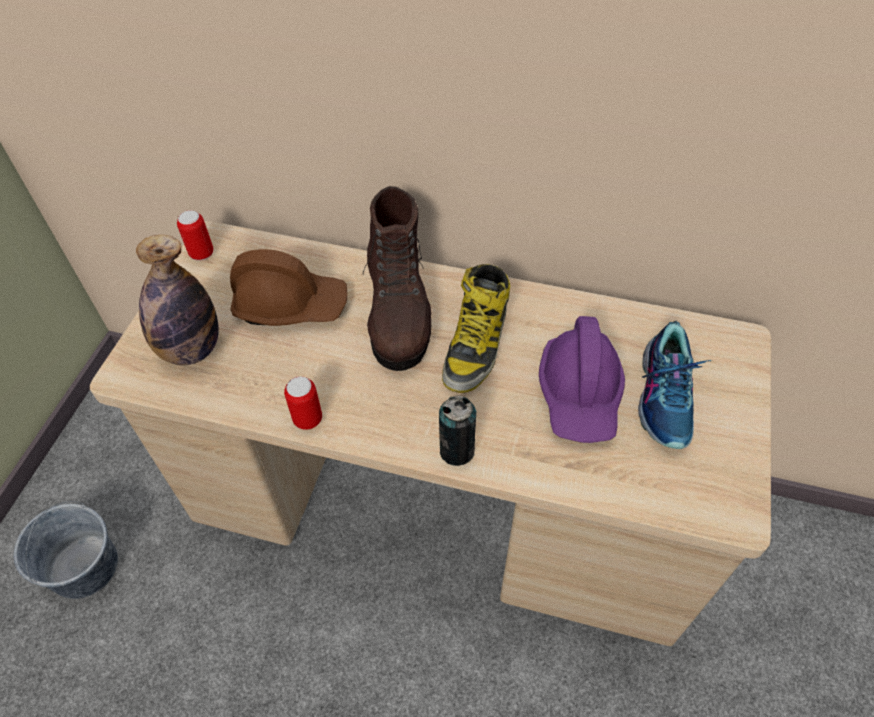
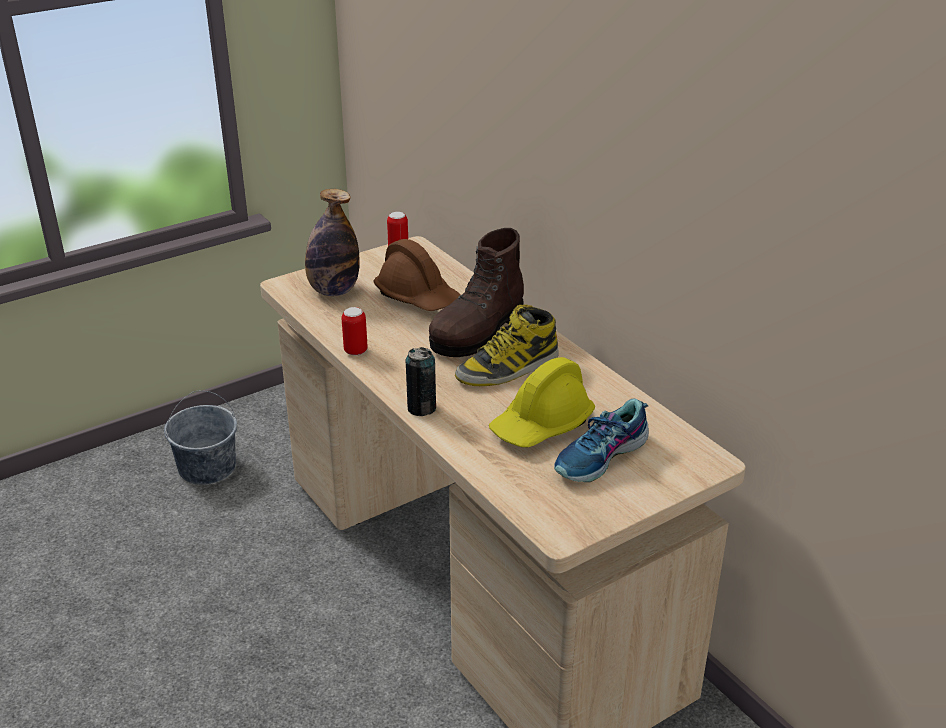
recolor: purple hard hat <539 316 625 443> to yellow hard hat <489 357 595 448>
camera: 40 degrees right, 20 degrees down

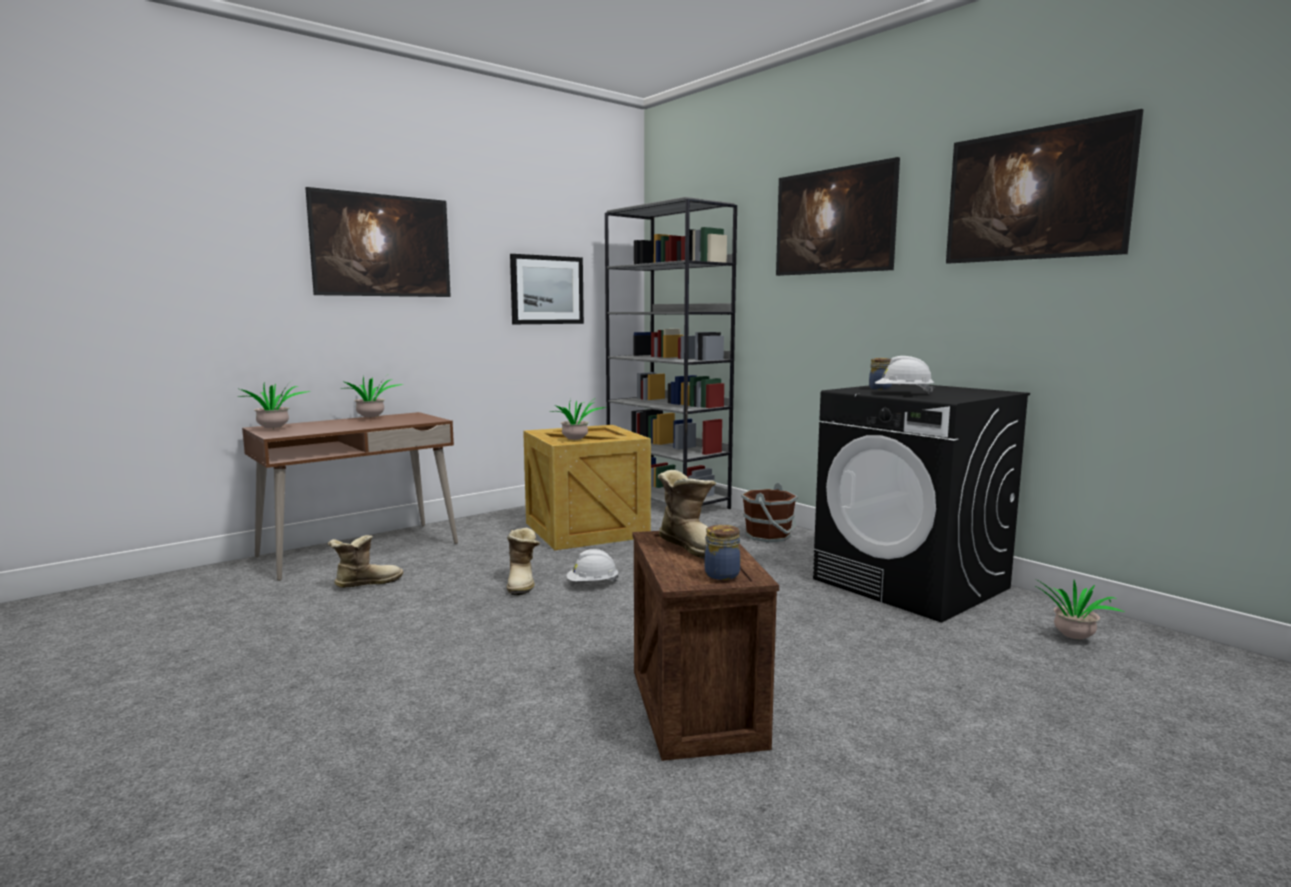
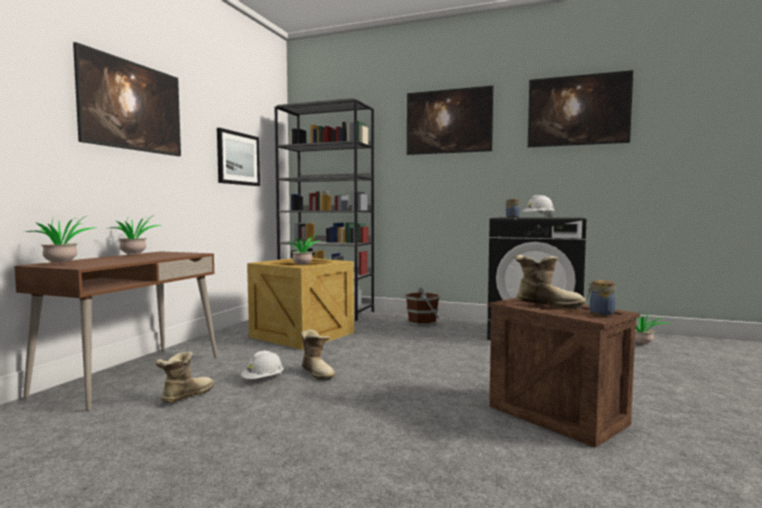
move: white hard hat <567 549 619 582> to <241 351 284 379>
camera: 30 degrees left, 5 degrees down

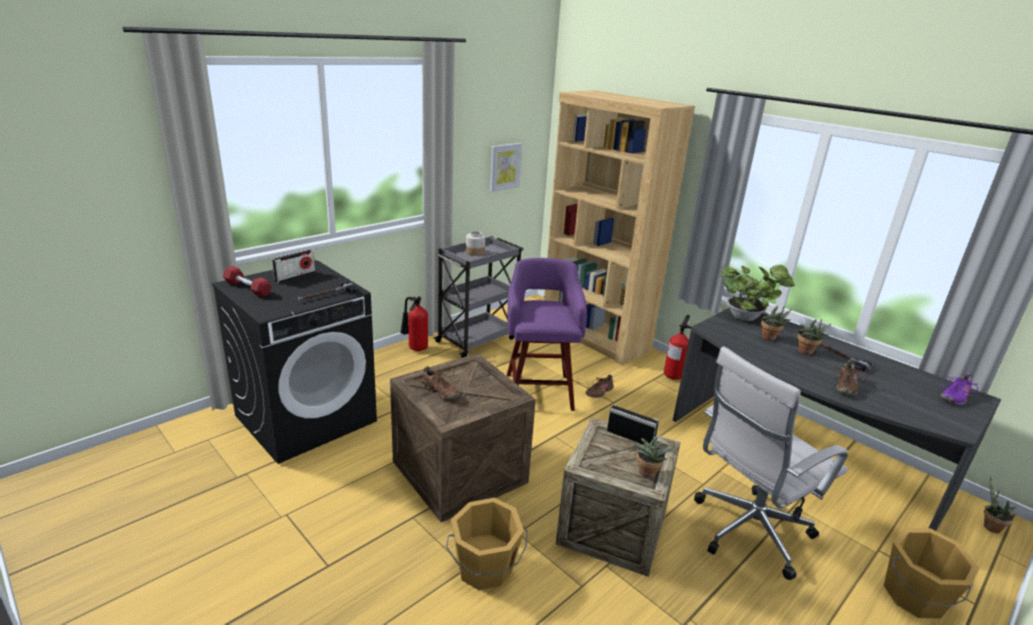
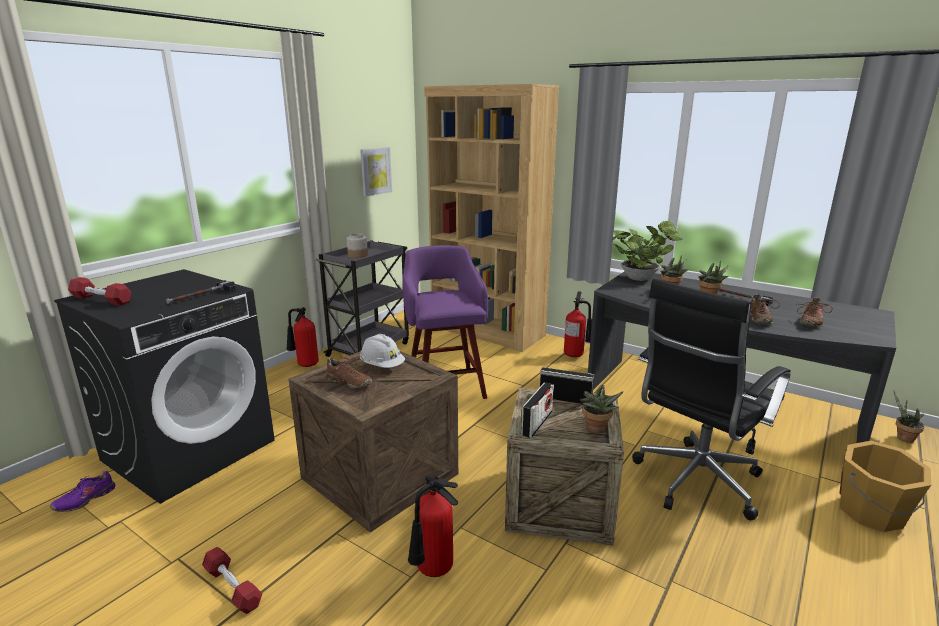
insert: red dumbbell <202 547 262 614>; white hard hat <360 334 405 368>
move: radio <272 250 316 283> to <521 383 554 438>; brown shoe <585 375 616 398> to <796 298 833 327>; purple shoe <941 373 979 405> to <50 470 115 512>
replace: orange bucket <446 498 528 590> to fire extinguisher <408 475 458 577>
recolor: white office chair <694 346 848 580> to black office chair <632 279 791 520>
camera: 10 degrees left, 5 degrees down

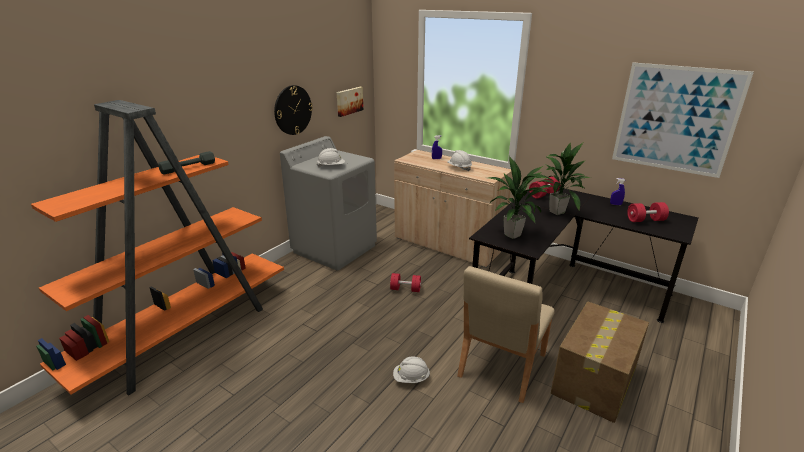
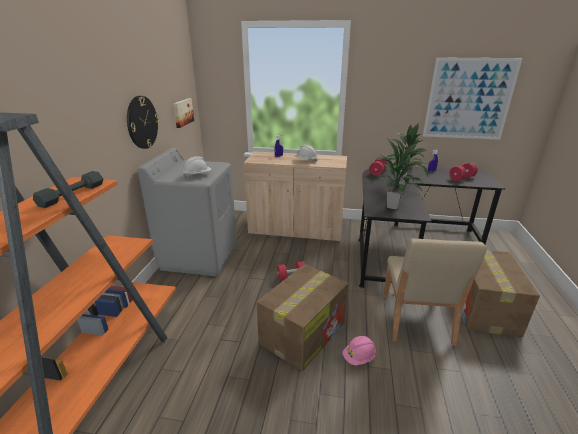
insert: cardboard box <256 264 348 371>
recolor: white hard hat <393 356 430 383> to pink hard hat <343 336 376 365>
camera: 25 degrees left, 0 degrees up

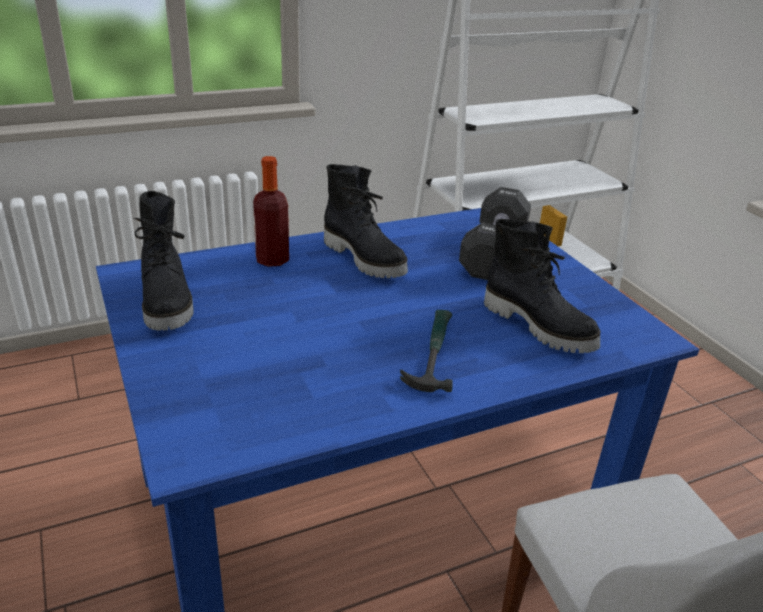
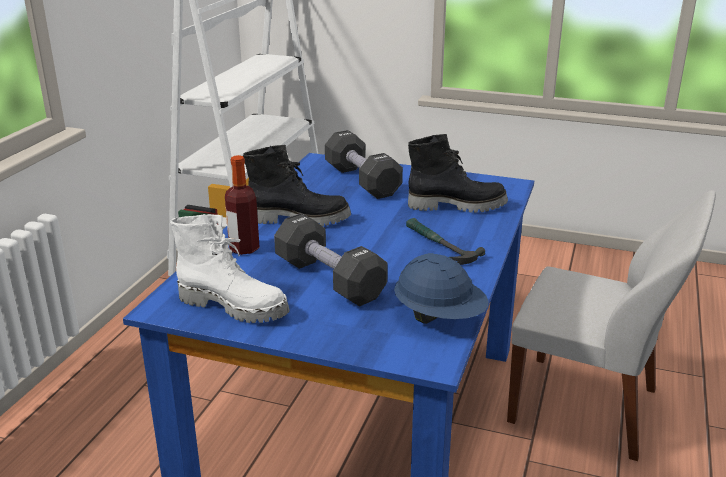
insert: black dumbbell <274 213 388 306>; blue hard hat <394 253 489 324>
recolor: black boot <134 191 194 331> to white boot <170 214 290 323>
camera: 45 degrees left, 5 degrees down

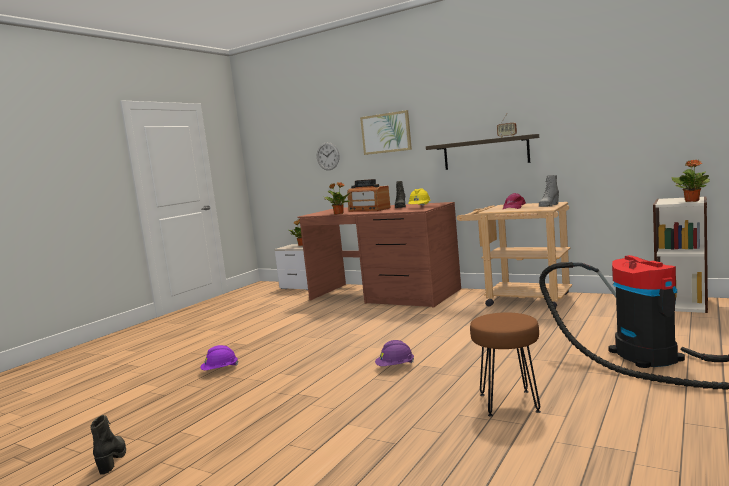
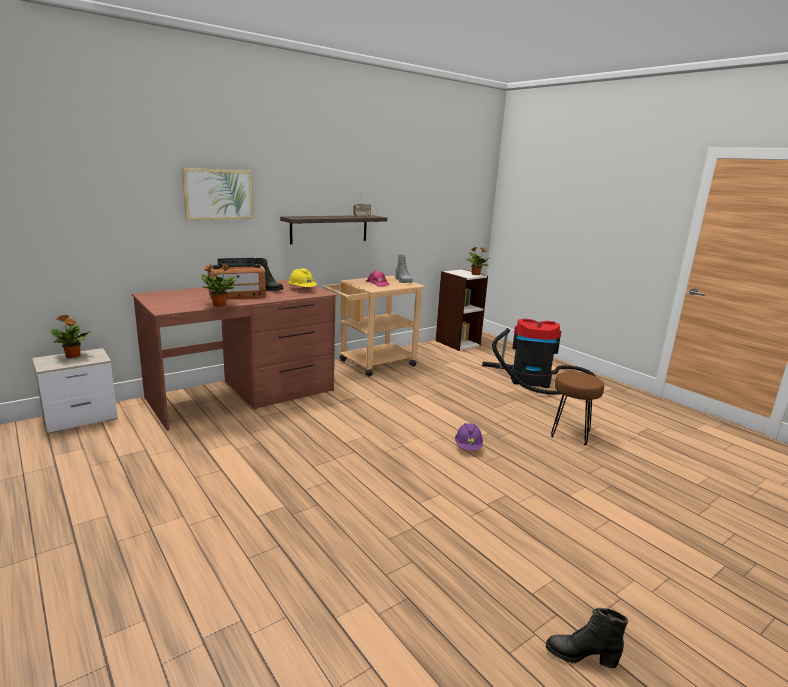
delete: purple hard hat <200 345 238 370>; wall clock <317 142 340 170>
camera: 70 degrees left, 10 degrees up

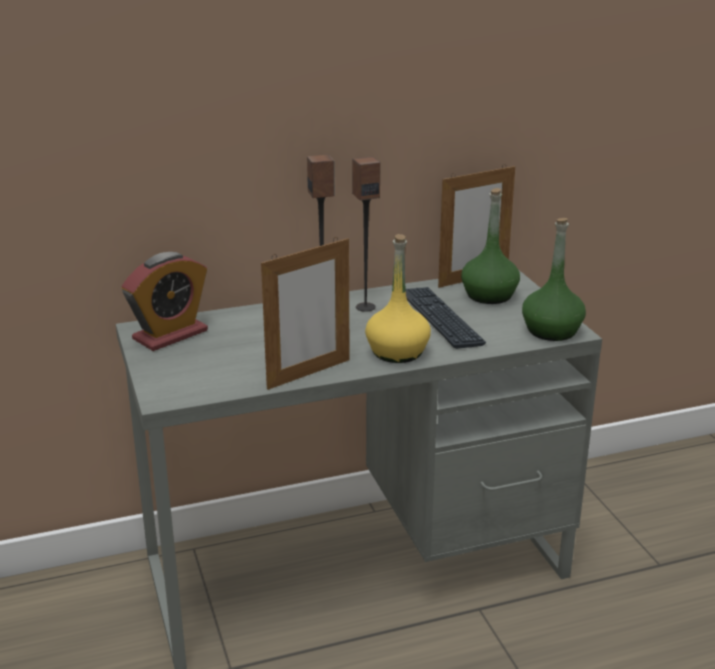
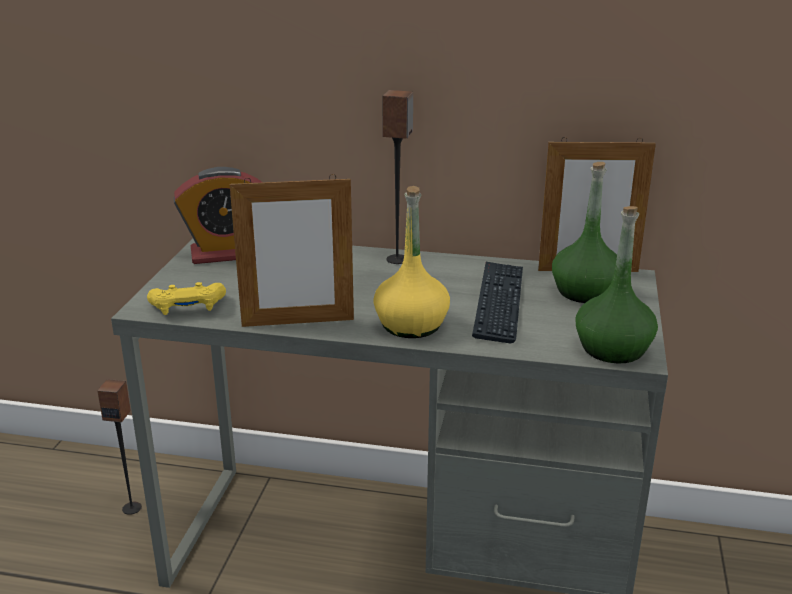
insert: yellow game controller <147 282 226 315>
move: speaker <352 156 380 312> to <97 379 142 515>
camera: 30 degrees right, 0 degrees up

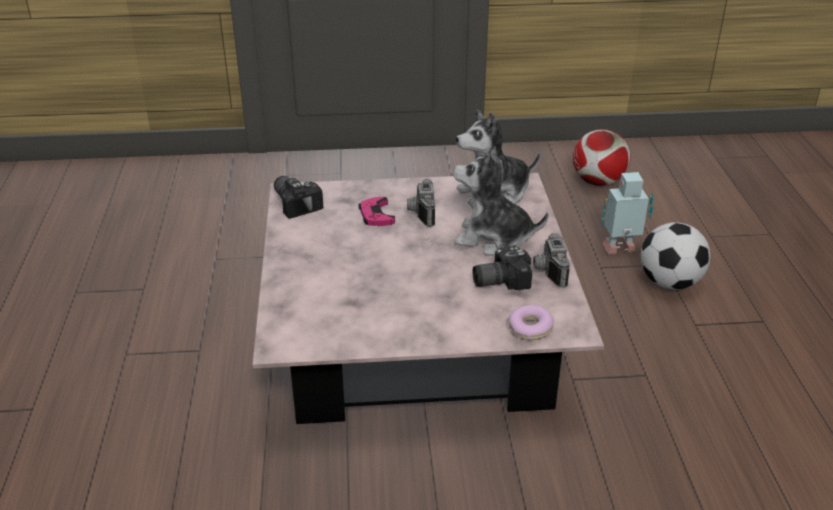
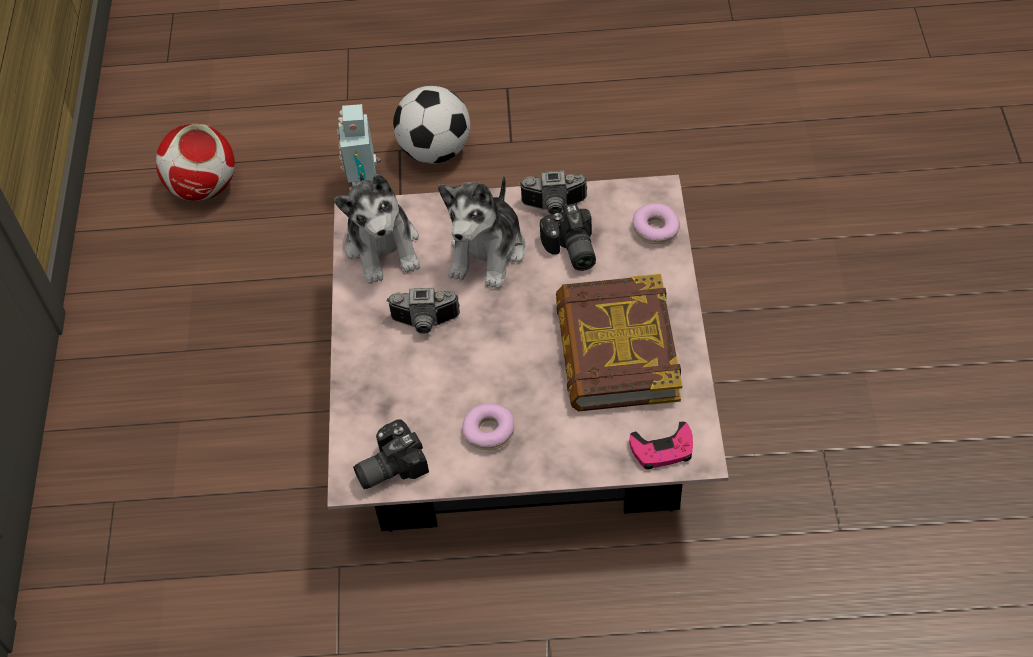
insert: donut <462 404 514 450>; book <556 274 682 412>
move: pink game controller <359 197 395 226> to <629 421 693 470>
camera: 85 degrees left, 20 degrees up

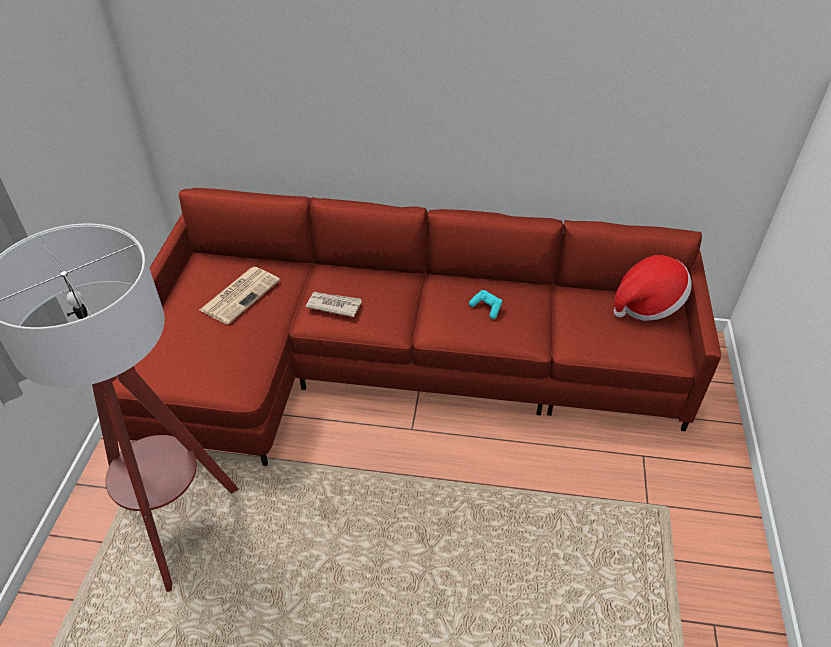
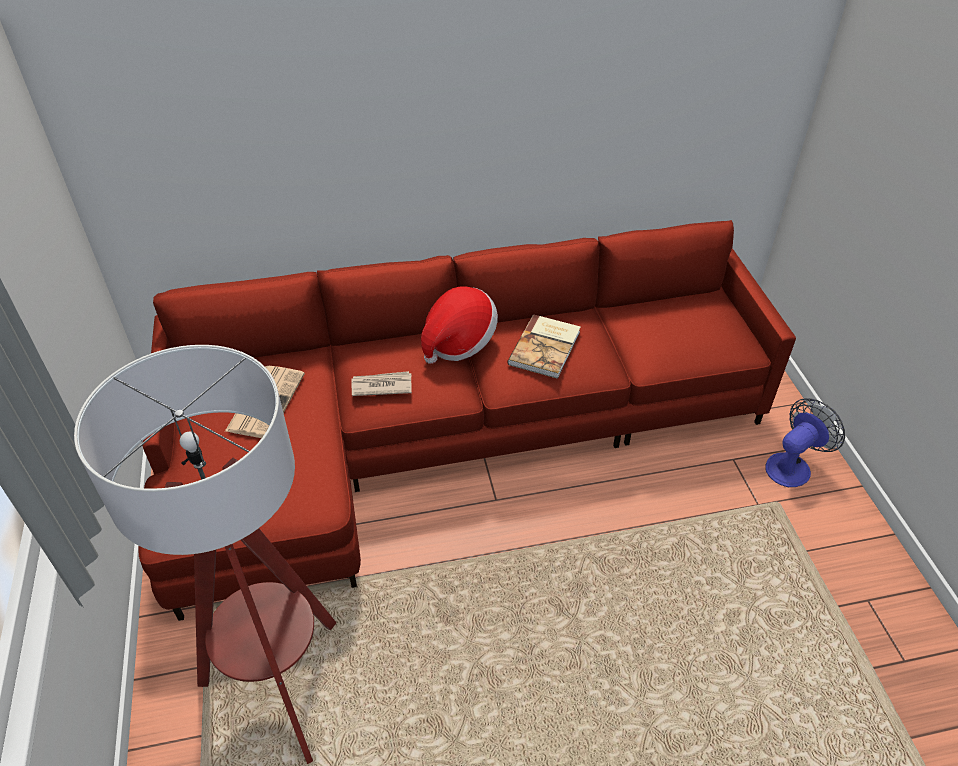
insert: fan <765 398 845 487>
move: hat <614 255 692 321> to <421 286 498 364>
replace: turquoise game controller <469 290 502 319> to book <507 315 580 379>
camera: 20 degrees left, 0 degrees up

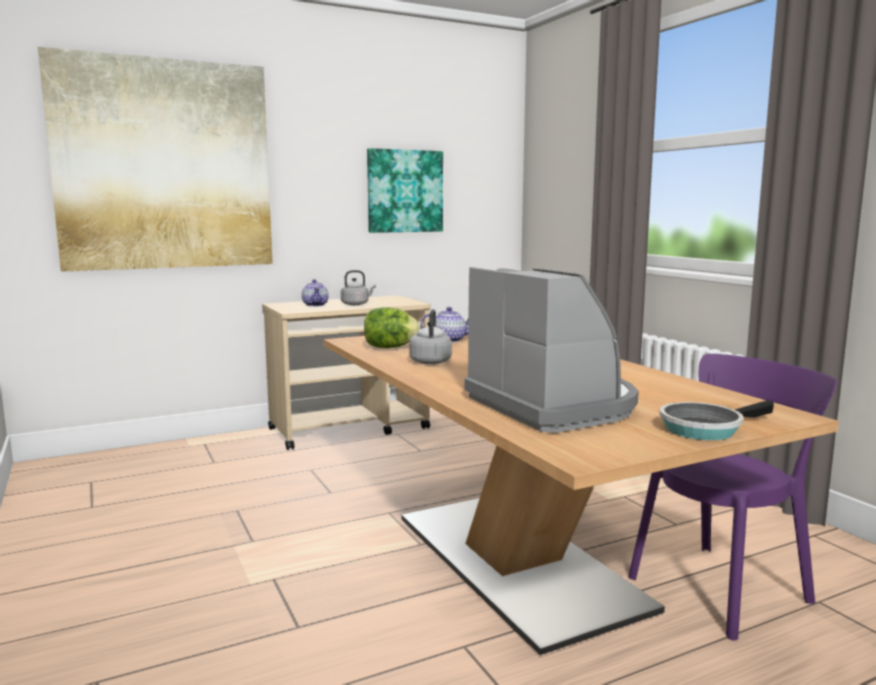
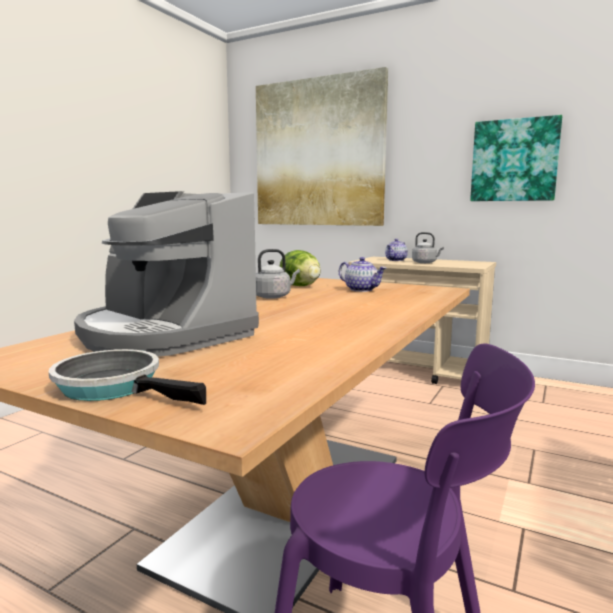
rotate: coffee machine <465 267 639 433> = <74 191 259 357> 105 degrees clockwise
camera: 55 degrees right, 0 degrees up

